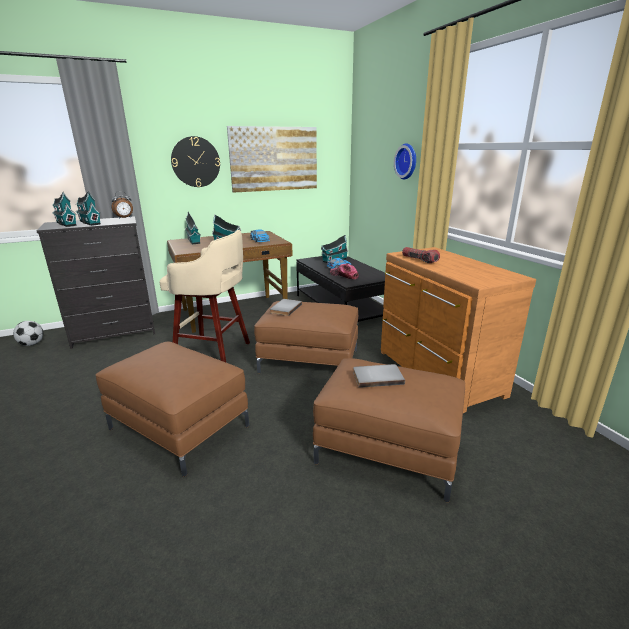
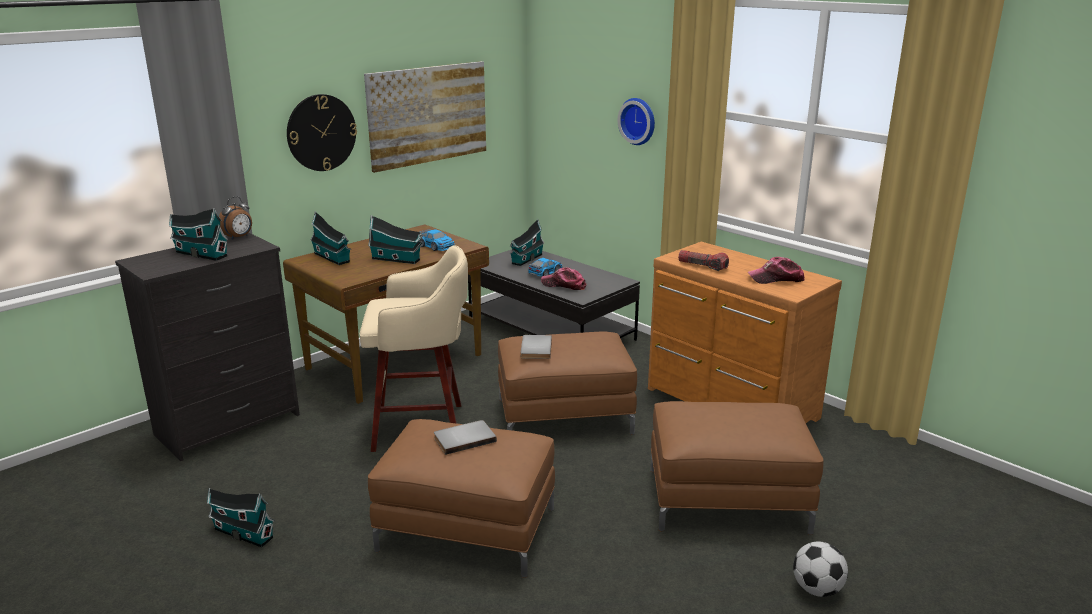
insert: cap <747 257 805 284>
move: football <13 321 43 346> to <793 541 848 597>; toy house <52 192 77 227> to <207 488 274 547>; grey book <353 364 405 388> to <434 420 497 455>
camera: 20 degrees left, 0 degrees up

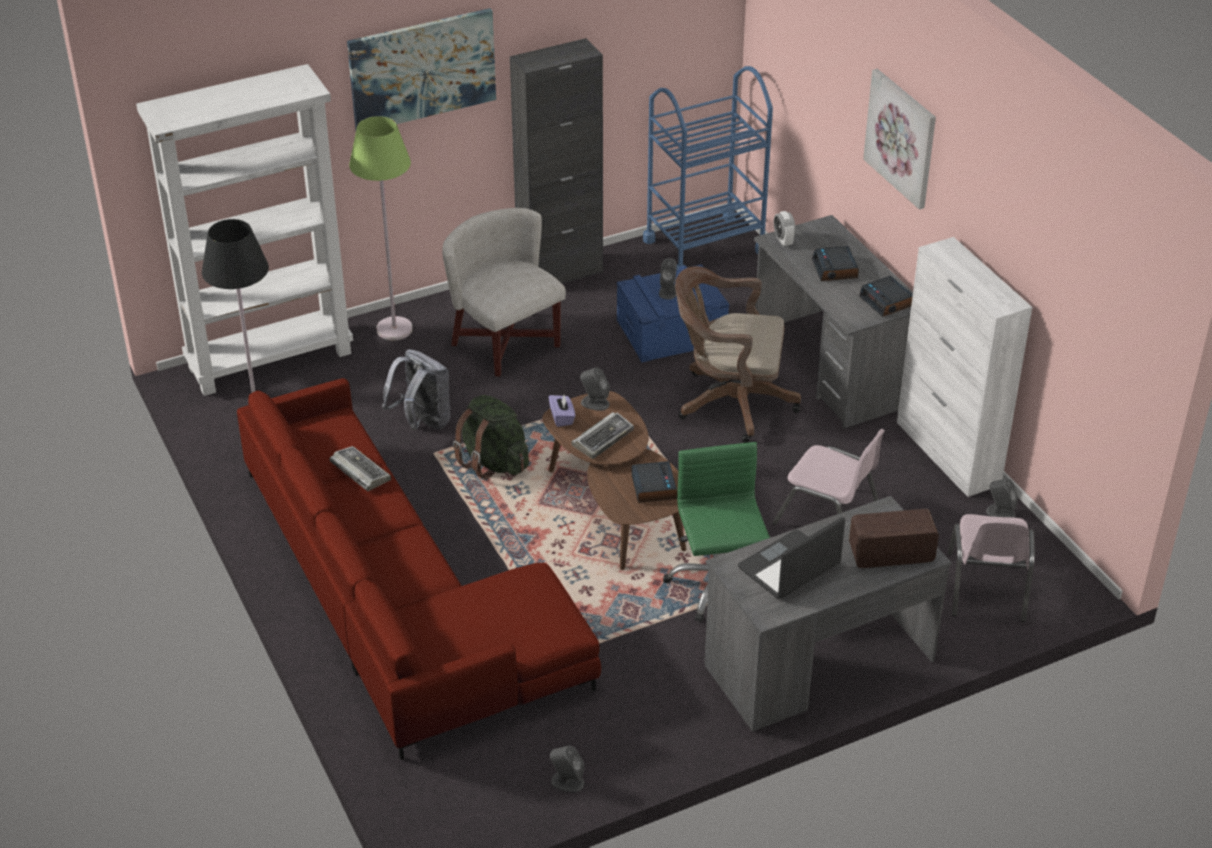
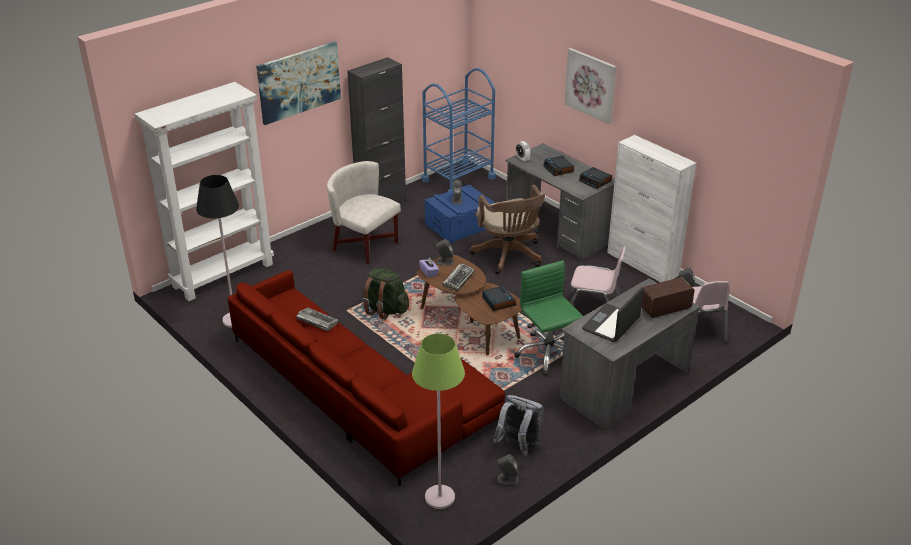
move: green floor lamp <349 116 413 340> to <412 333 465 509>; grey backpack <382 349 450 430> to <493 395 543 456>
rotate: brown office chair <675 266 801 443> = <470 185 545 274> 105 degrees counterclockwise
camera: 15 degrees left, 5 degrees down

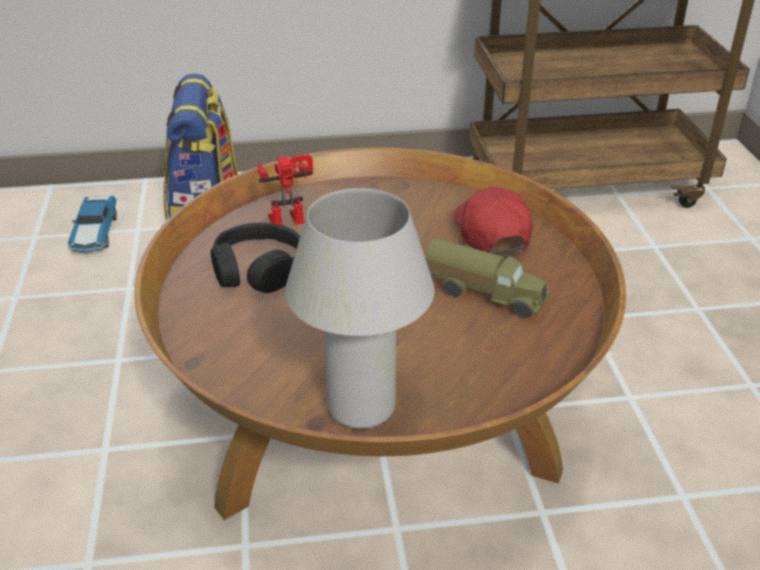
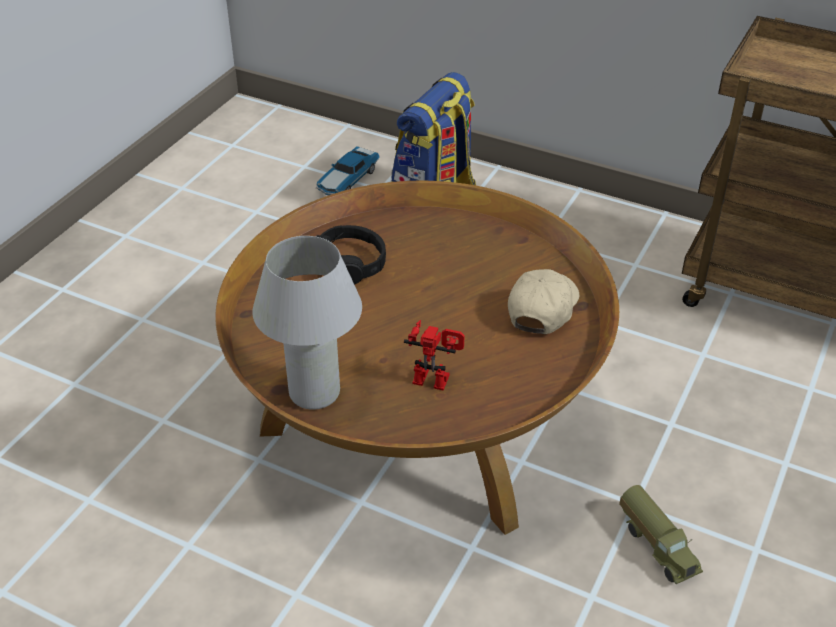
move: toy robot <258 154 313 225> to <404 320 465 390>; toy truck <425 238 550 318> to <619 485 703 584>
recolor: red cap <454 186 533 256> to beige cap <508 269 579 334>
camera: 35 degrees right, 5 degrees up

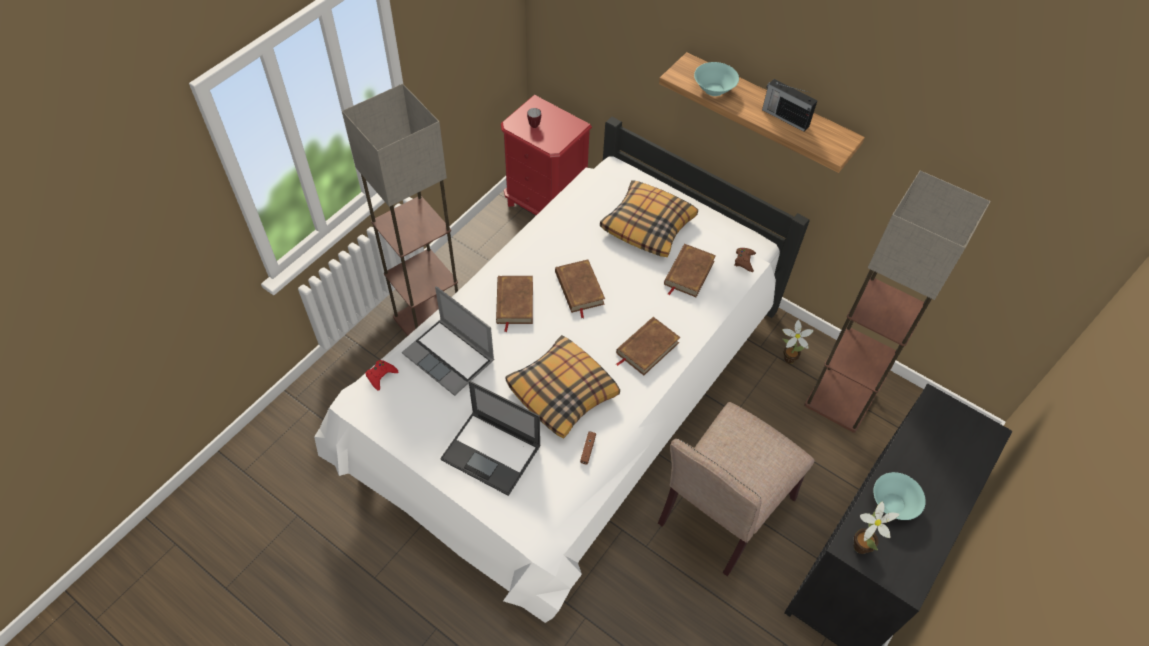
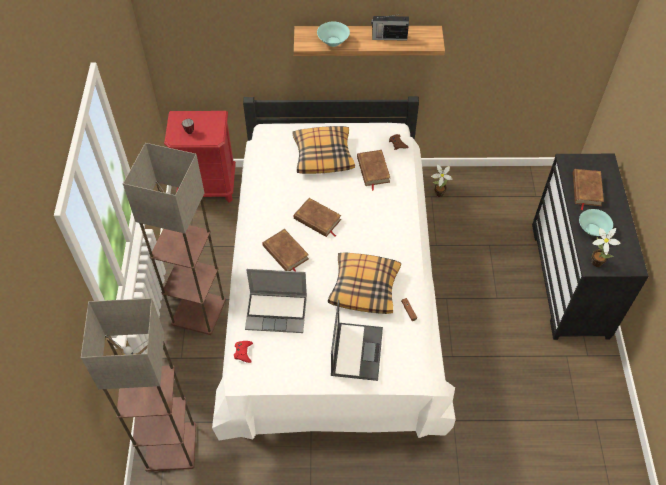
delete: beige chair <658 402 815 576>
move: brown book <616 317 681 375> to <573 169 604 210>; floor lamp <804 171 991 433> to <81 298 196 471>
rotate: laptop <440 381 541 496> = <331 300 383 381> 75 degrees counterclockwise
camera: 35 degrees left, 0 degrees up

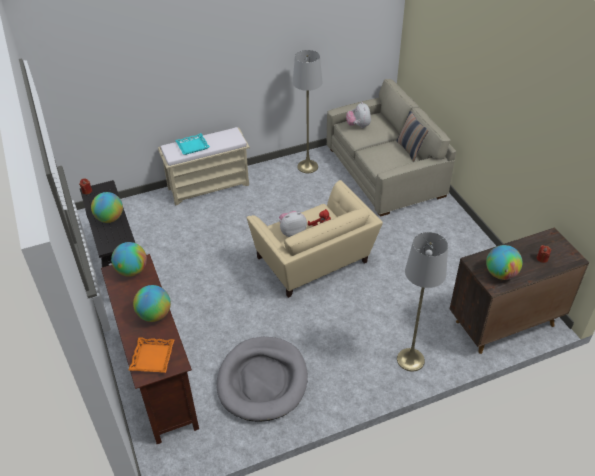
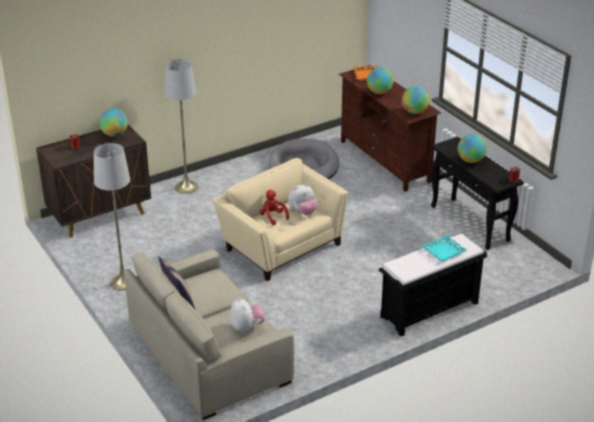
move: grey floor lamp <293 50 322 173> to <94 143 130 291>
recolor: beige bench <158 127 250 206> to black bench <379 234 487 336>
camera: 170 degrees right, 10 degrees down

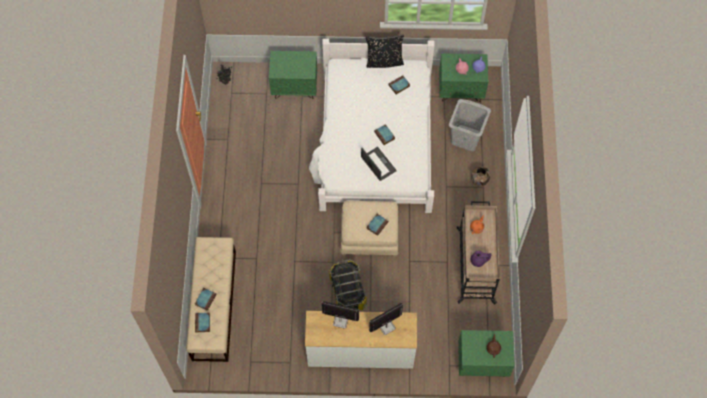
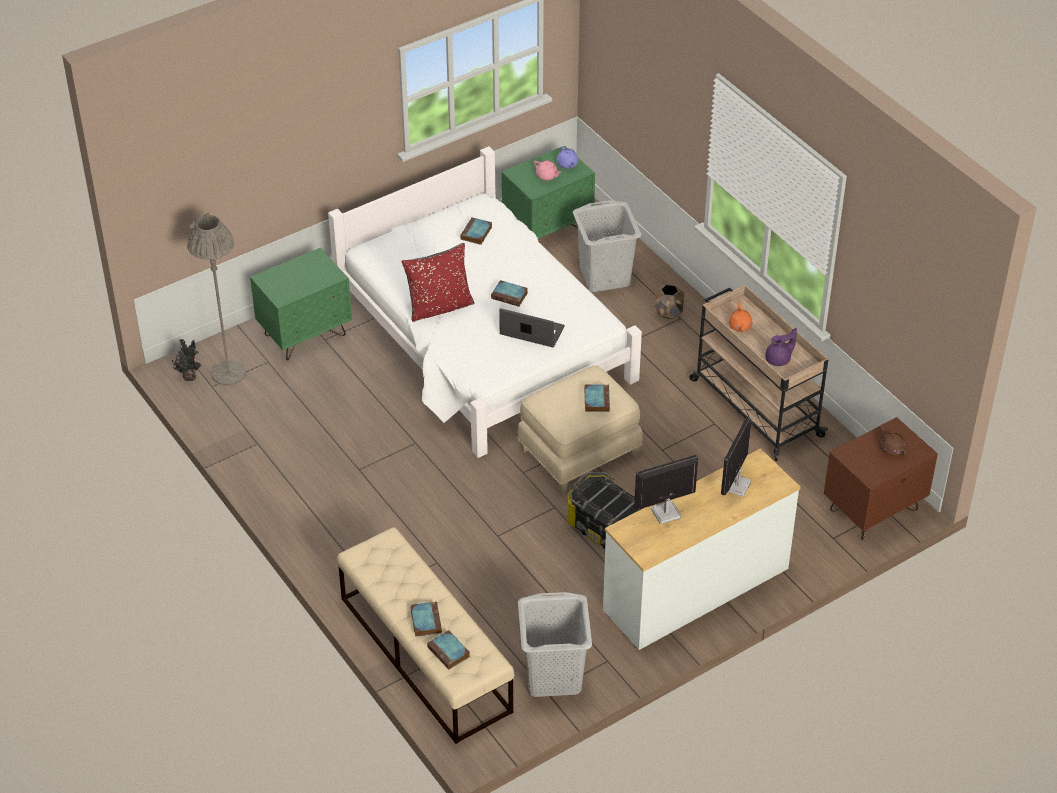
delete: black pillow <366 34 404 68>
insert: grey floor lamp <187 213 246 385>; red pillow <402 243 474 322>; grey laundry basket <518 592 592 697>
recolor: green nightstand <458 330 515 377> to brown nightstand <824 417 938 540>
camera: 35 degrees left, 20 degrees down

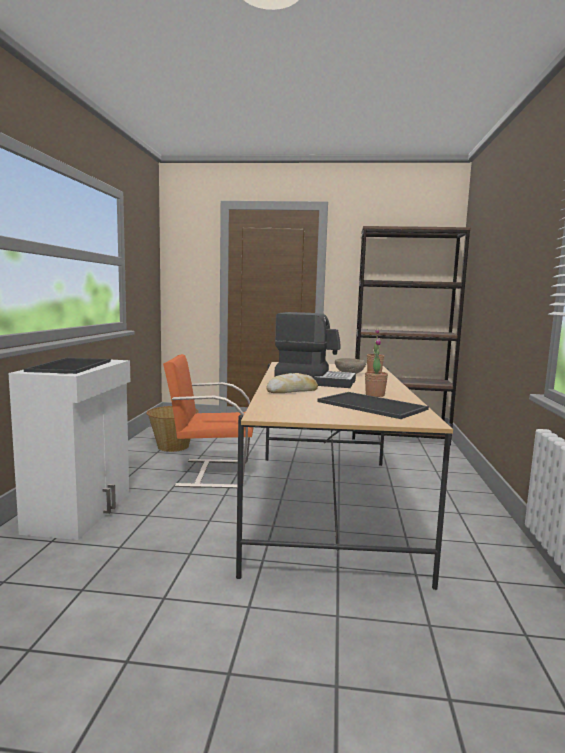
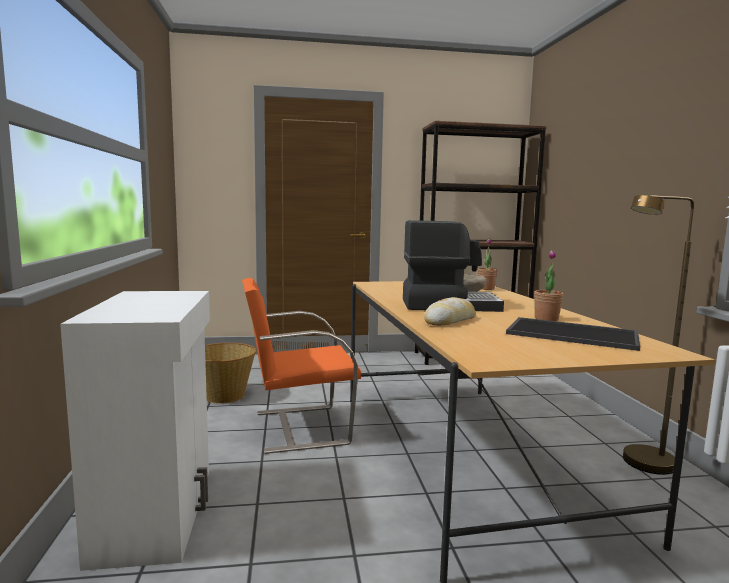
delete: tray <24 358 111 374>
insert: brown floor lamp <623 195 694 475>
camera: 15 degrees left, 0 degrees up

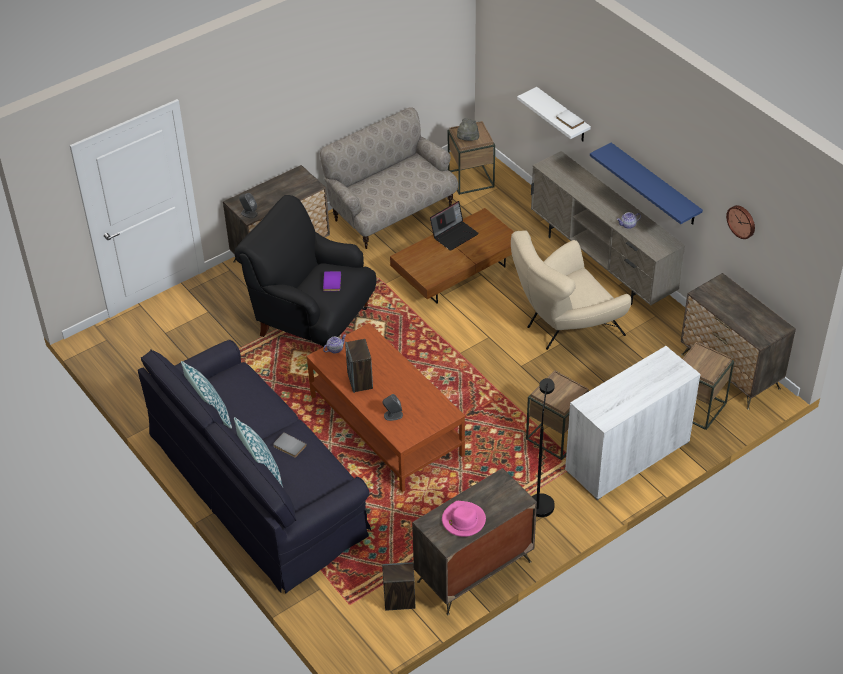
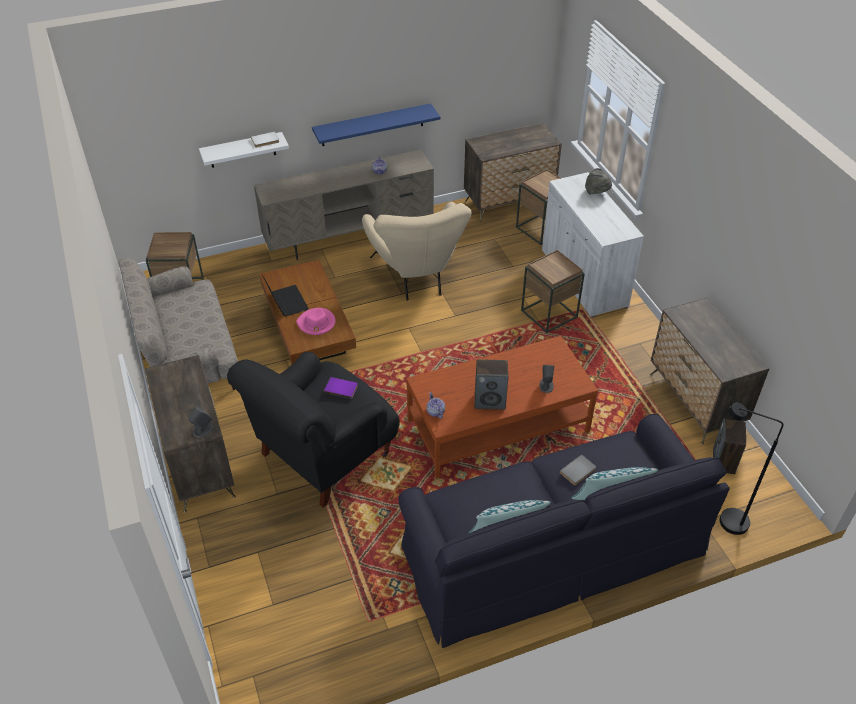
delete: wall clock <726 205 755 239>
move: pink hat <442 501 486 537> to <296 308 336 335>; grey hat <457 118 479 141> to <585 168 612 195>; black floor lamp <532 378 555 517> to <719 402 783 535>
camera: 75 degrees left, 0 degrees up

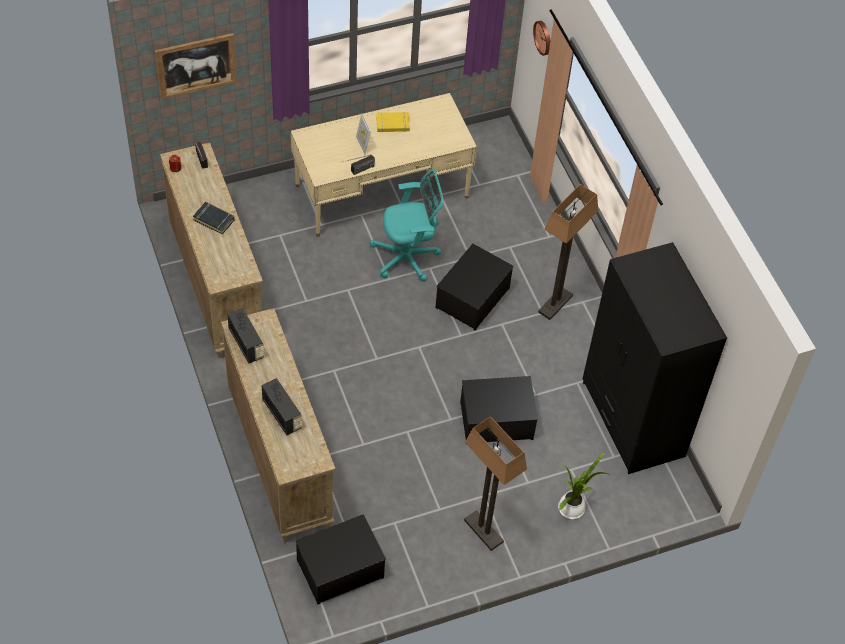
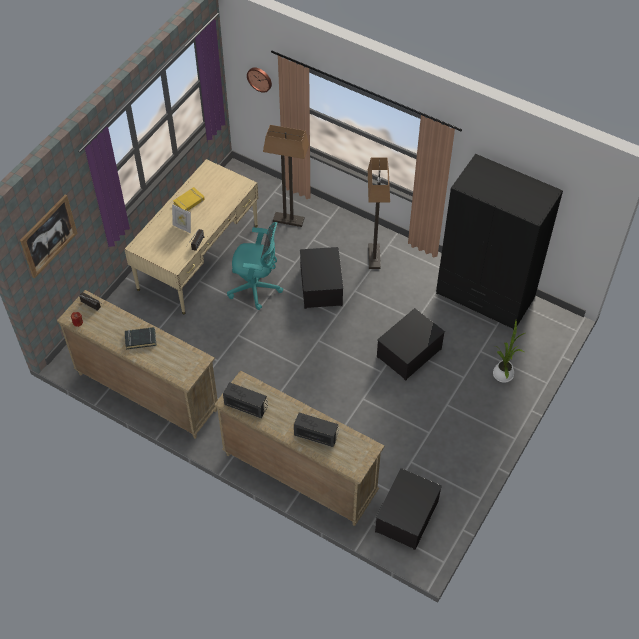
move: floor lamp <464 416 527 551> to <263 125 309 227>
rotate: turquoise office chair <370 170 444 282> = <227 222 283 310> 60 degrees clockwise
camera: 35 degrees left, 0 degrees up

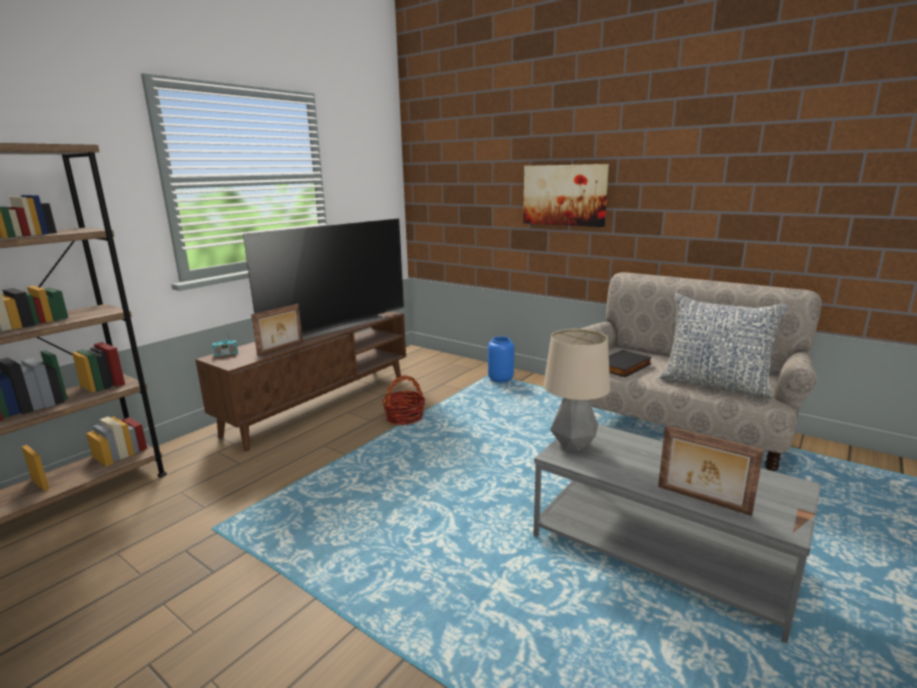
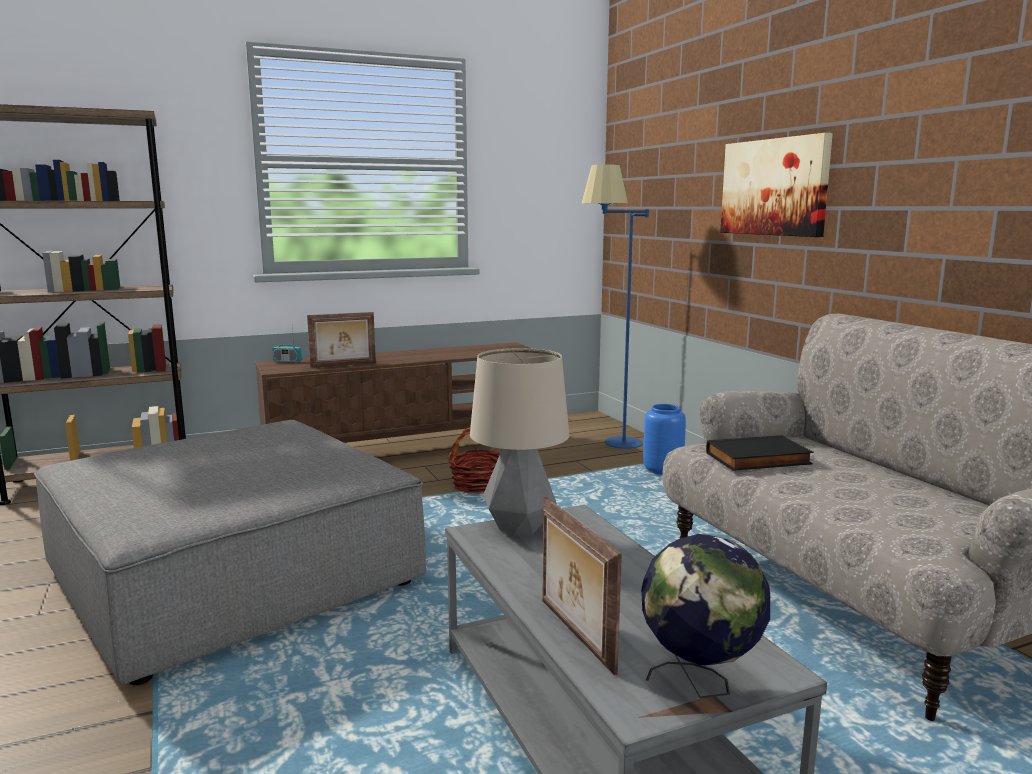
delete: television <243 218 404 339>; pillow <660 293 788 399>
insert: grey ottoman <34 420 426 685>; blue floor lamp <581 165 649 449>; globe <641 534 770 698>
camera: 30 degrees right, 5 degrees down

